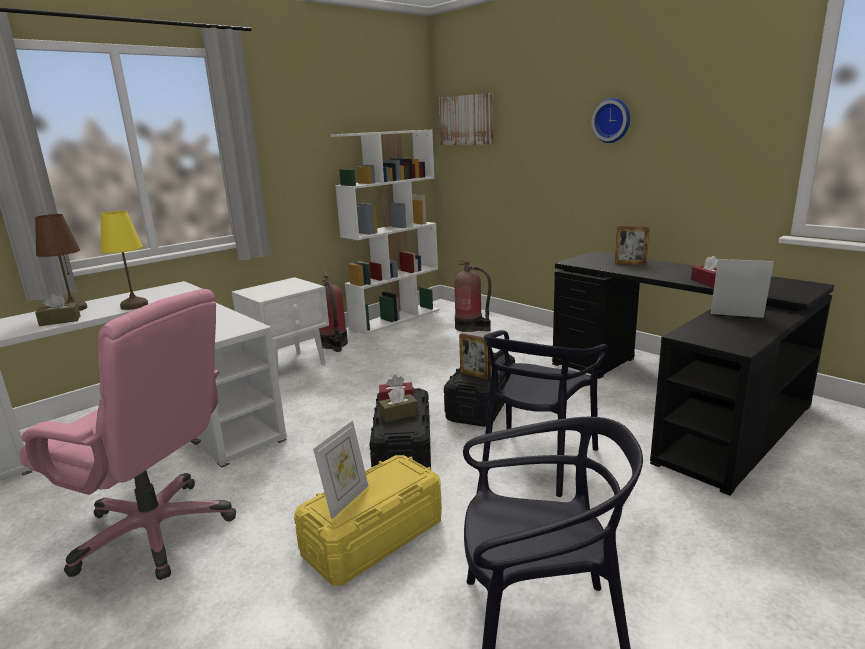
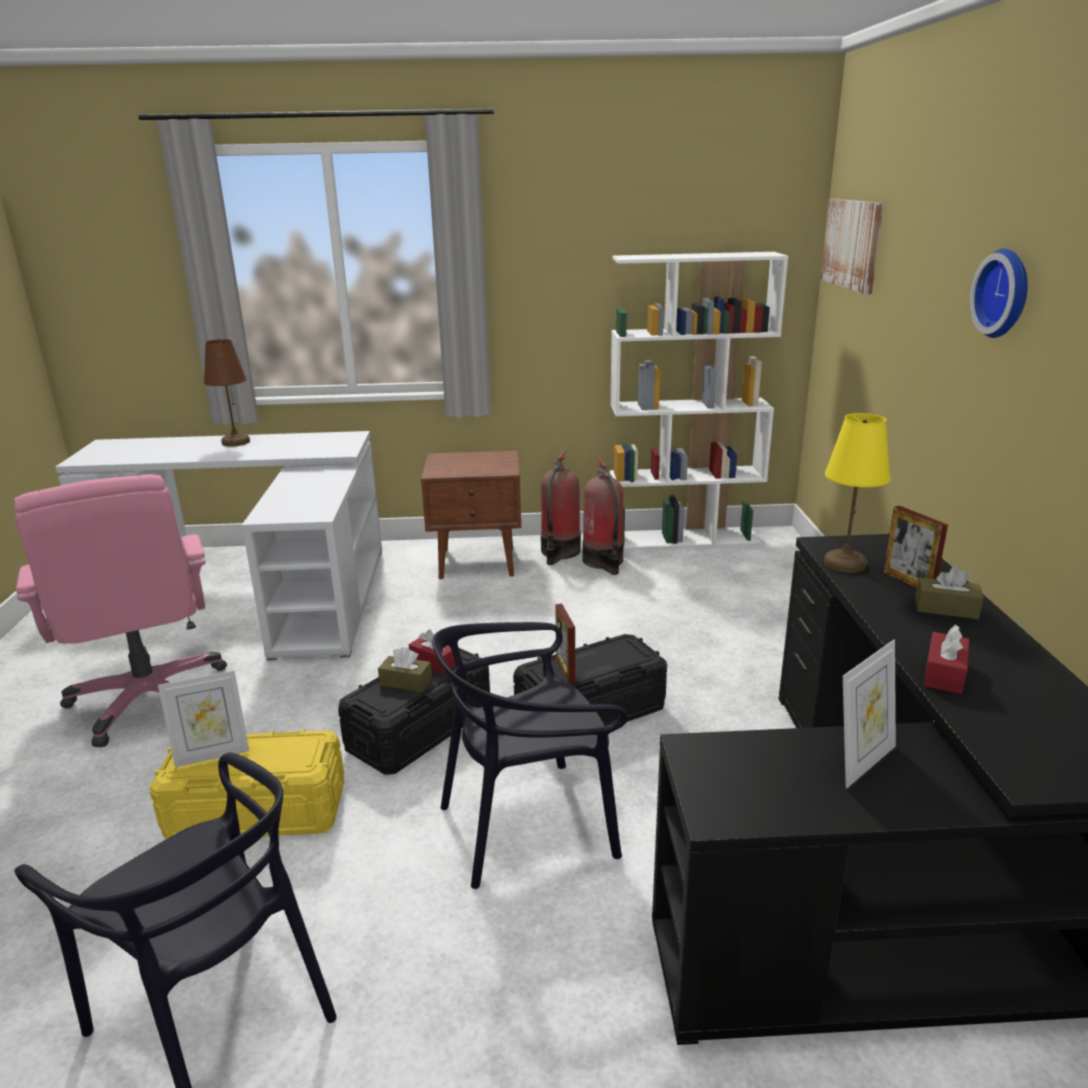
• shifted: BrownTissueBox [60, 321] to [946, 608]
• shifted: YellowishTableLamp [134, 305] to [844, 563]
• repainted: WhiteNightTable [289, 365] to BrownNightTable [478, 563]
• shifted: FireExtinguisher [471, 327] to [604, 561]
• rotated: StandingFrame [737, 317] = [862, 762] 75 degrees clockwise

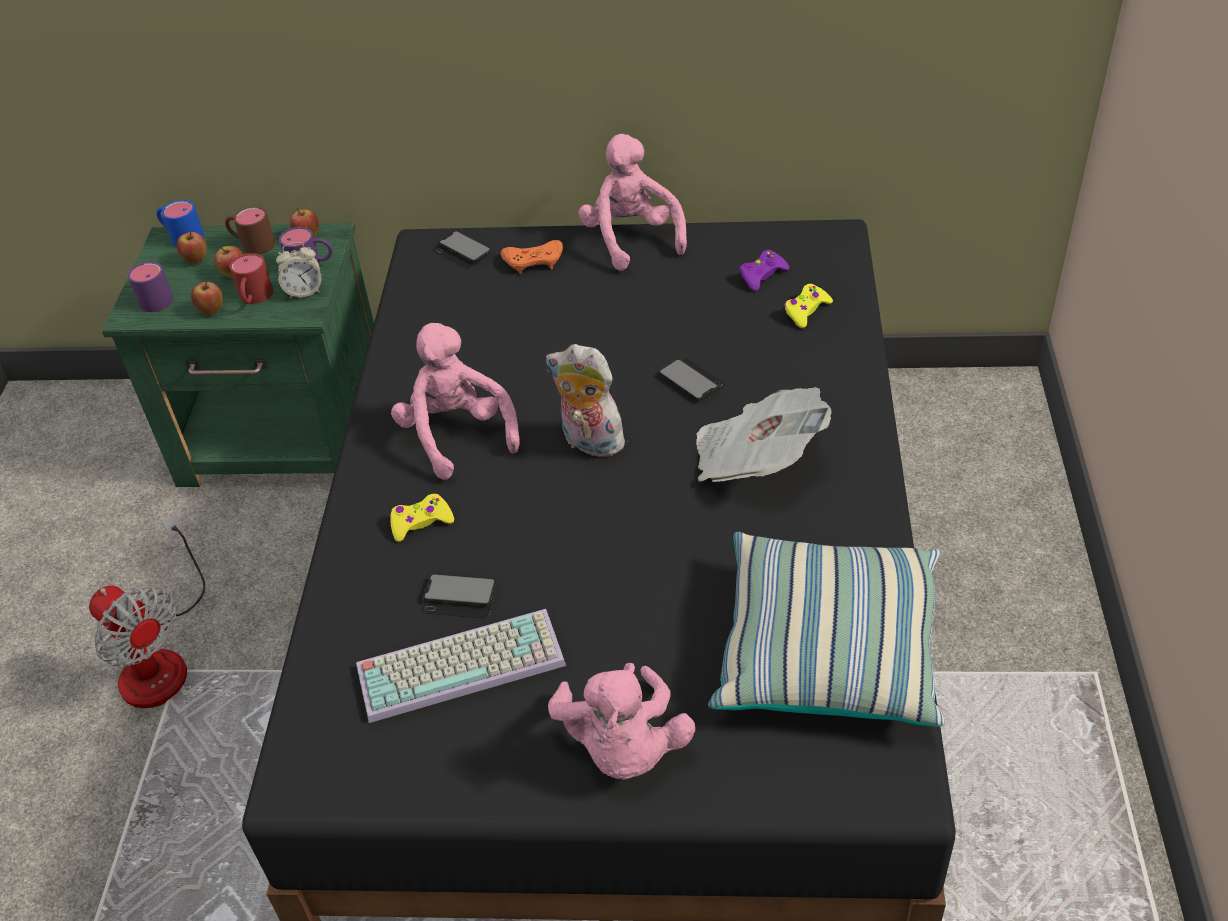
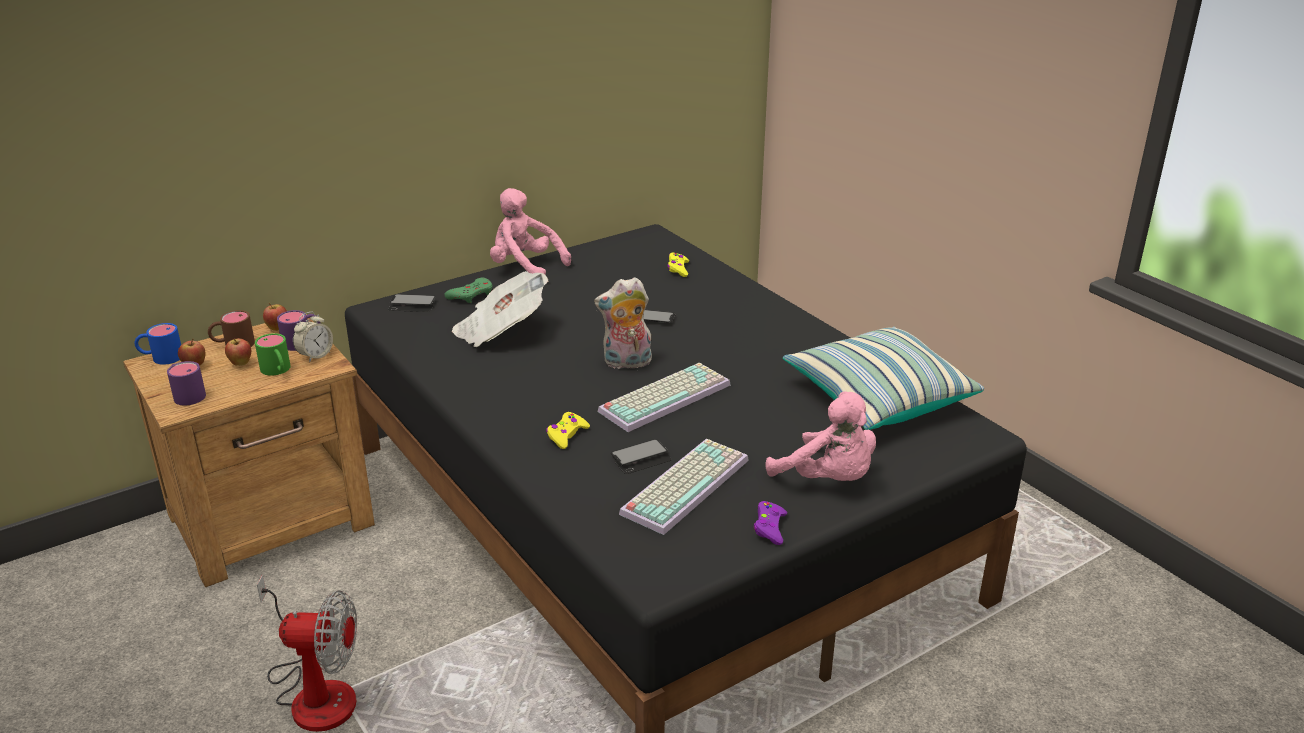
• repainted: GreenColouredNightTable [288, 435] to BrownNightTable [274, 520]
• gone: Apple [212, 311]
• repainted: RedColouredMug [254, 298] to GreenColouredMug [277, 371]
• gone: PinkishPlushToy [456, 434]
• repainted: OrangeyGamepad [534, 261] to GreenColouredGamepad [471, 295]
• shifted: Newspaper [756, 460] to [500, 331]
• shifted: PurpleColouredGamepad [762, 275] to [769, 528]
• new: ComputerKeyboard [665, 396]

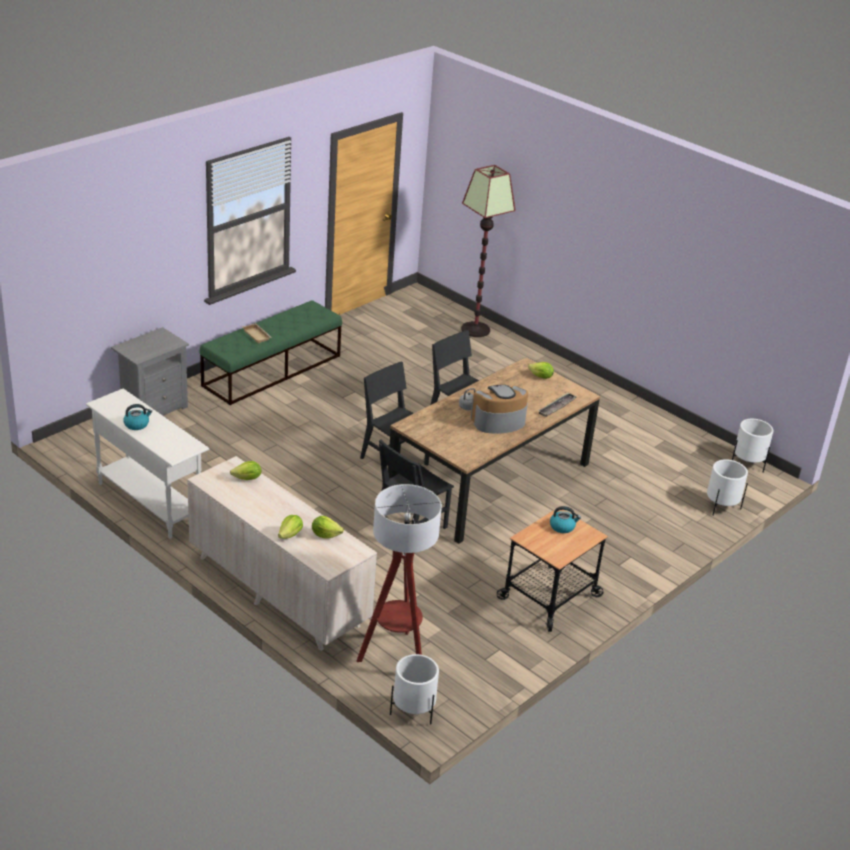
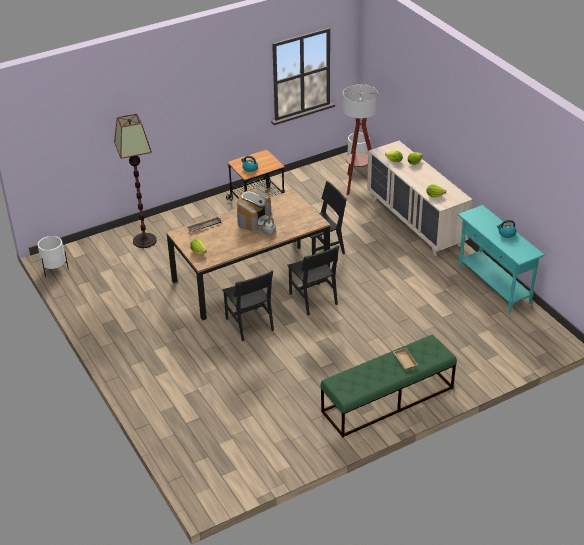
• repainted: WhiteHallTable [149, 502] to BlueGreenHallTable [494, 286]
• gone: GreyishNightTable [153, 408]
• shifted: StandardLamp [475, 330] to [145, 241]
• rotated: CoffeeMaker [498, 422] = [254, 219] 60 degrees counterclockwise
• gone: WhiteFlowerPot [721, 506]

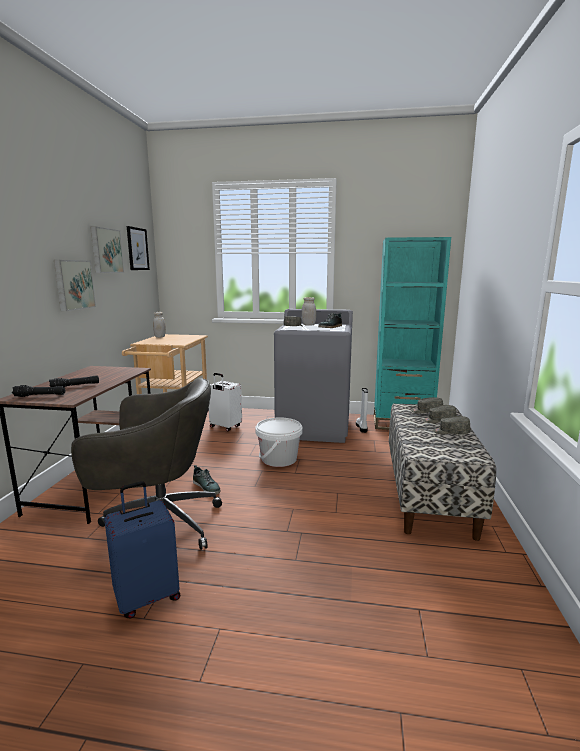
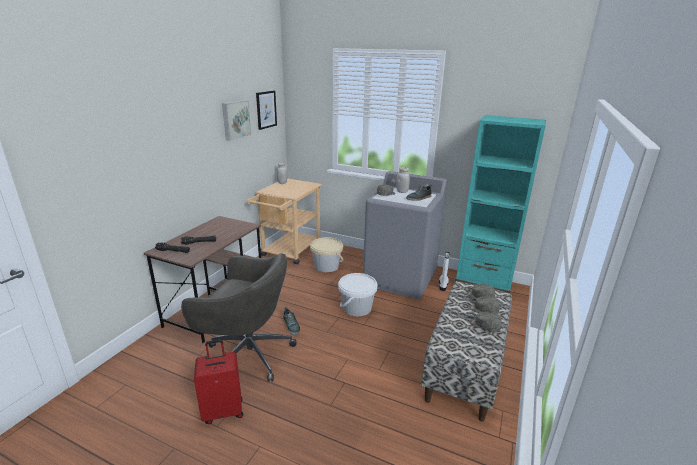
• gone: Picture [73, 284]
• repainted: BlueColouredSuitcase [147, 597] to RedColouredSuitcase [223, 411]
• swapped: WhiteSuitcase [225, 427] to BeigeColouredPail [326, 266]

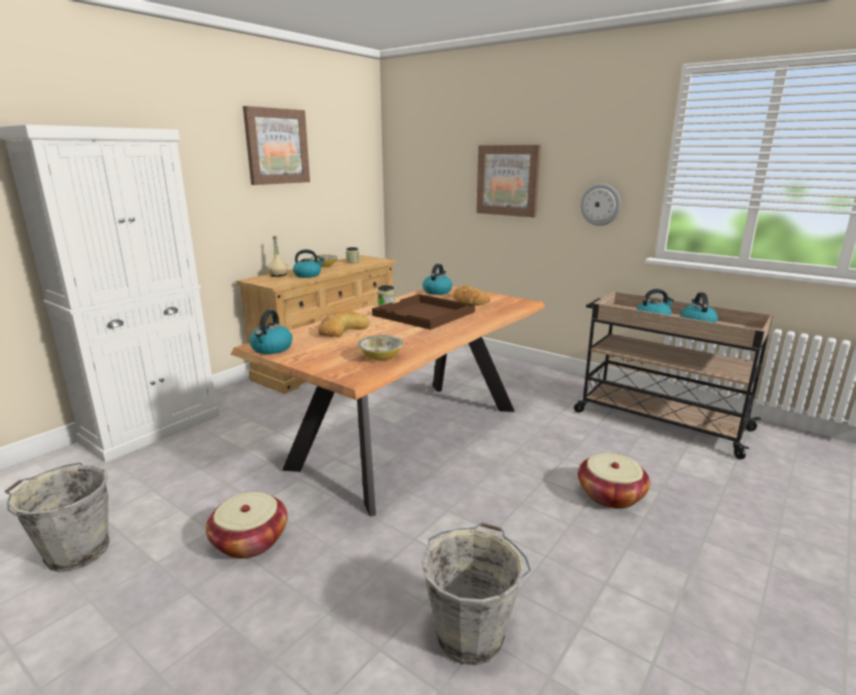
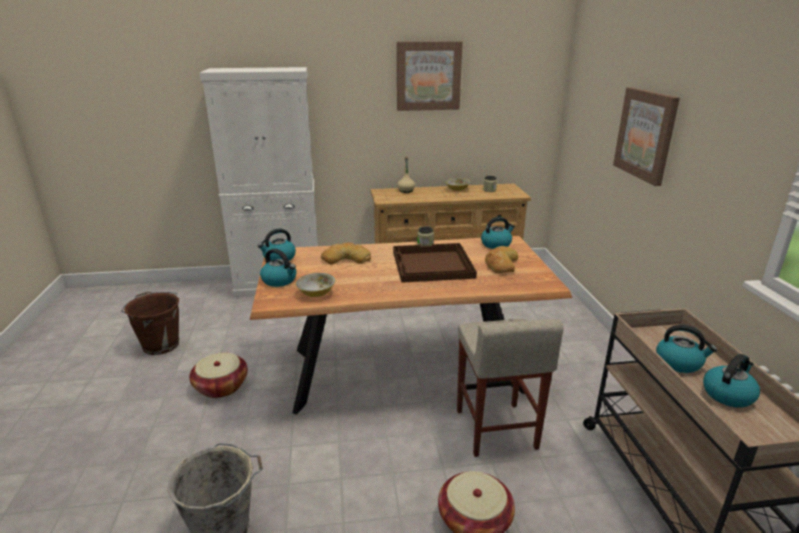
• repainted: GreyishPail [75, 552] to BrownPail [160, 344]
• shifted: WaterKettle [308, 275] to [280, 280]
• gone: HangingClock [600, 204]
• new: BeigeColouredStoolSeat [496, 430]

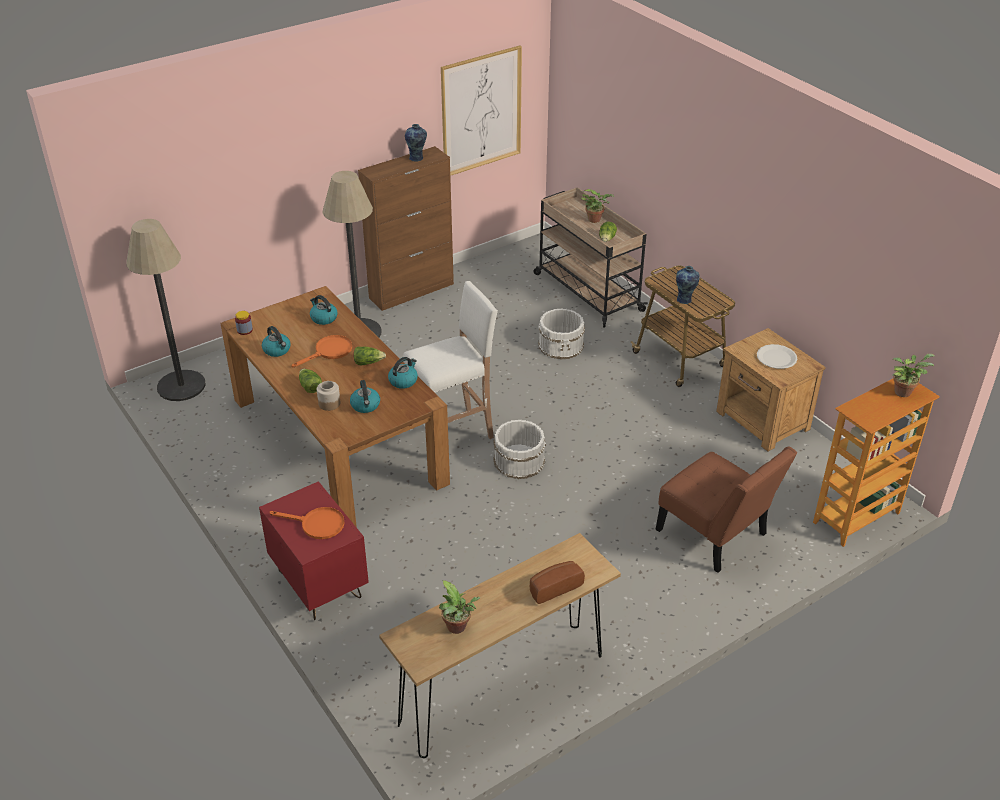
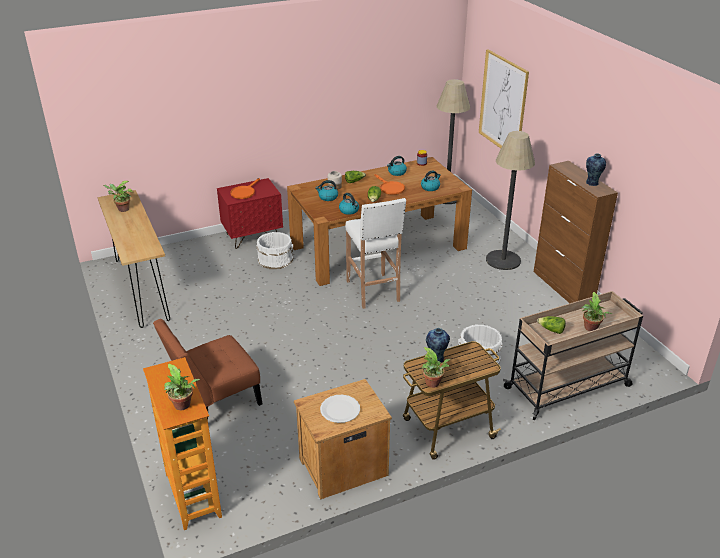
• shifted: Picture [481, 111] to [503, 104]
• shifted: WhitePail [518, 461] to [275, 259]
• gone: BakedBread [553, 587]
• new: PlantInAPot [434, 384]

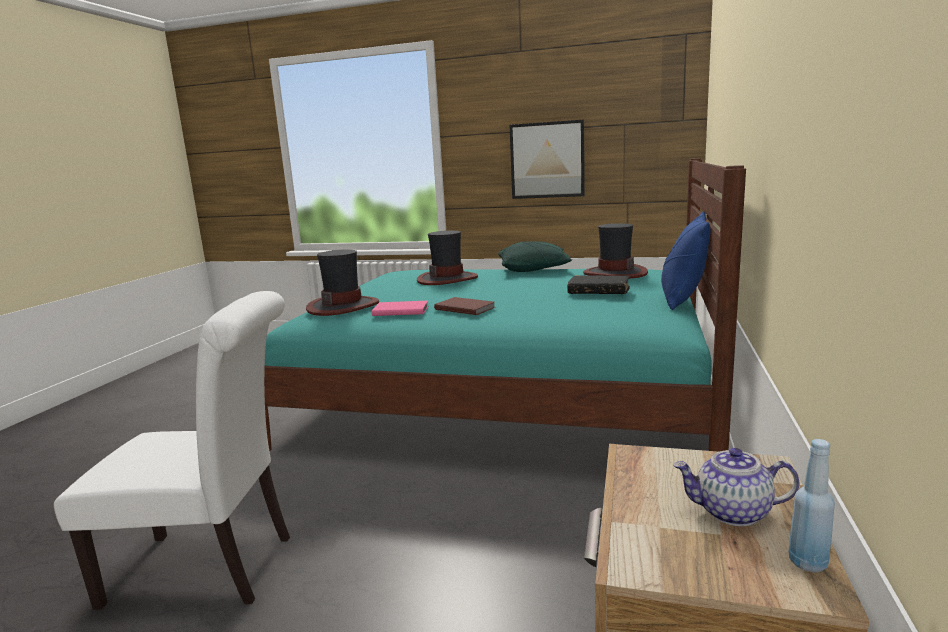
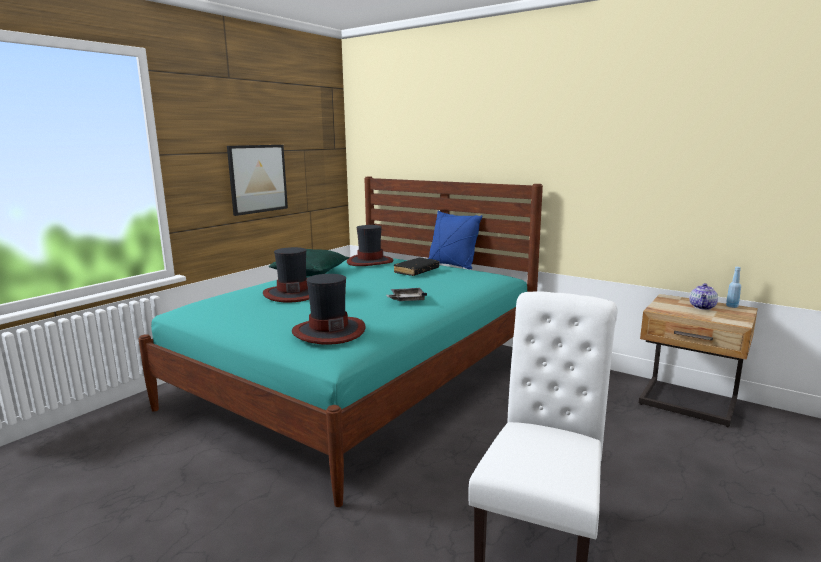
• gone: PinkishBook [400, 310]
• swapped: BrownBook [465, 308] to GreyishServingTray [406, 300]

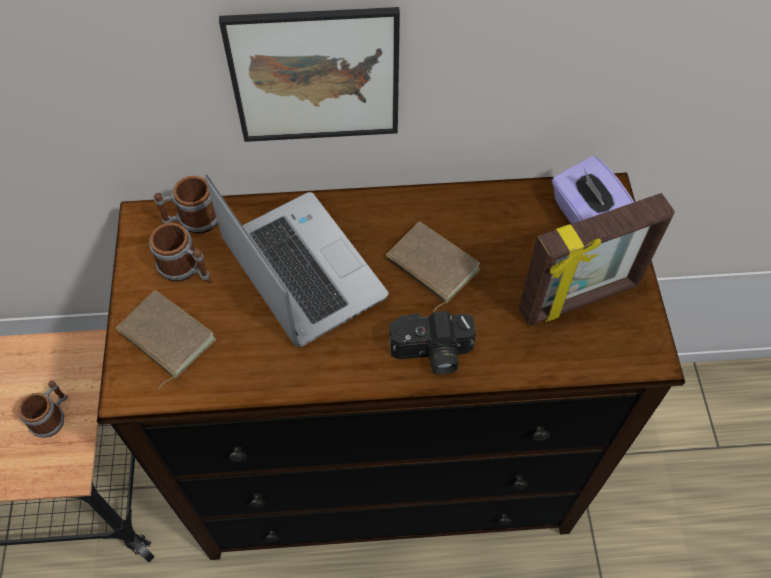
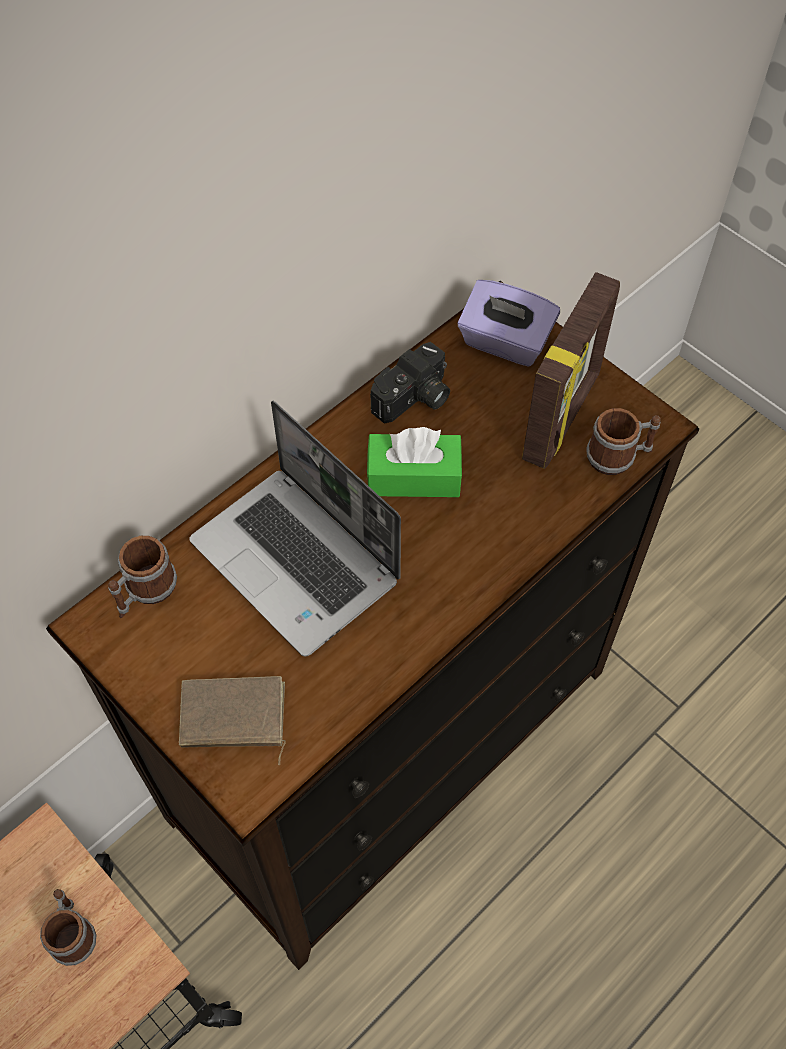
• shifted: Mug [186, 270] to [618, 456]
• rotated: PortableComputer [300, 269] = [298, 562] 150 degrees counterclockwise
• gone: Picture [315, 76]
• swapped: BrownBook [430, 267] to GreenColouredTissueBox [414, 476]
• shifted: StillCamera [431, 353] to [414, 400]

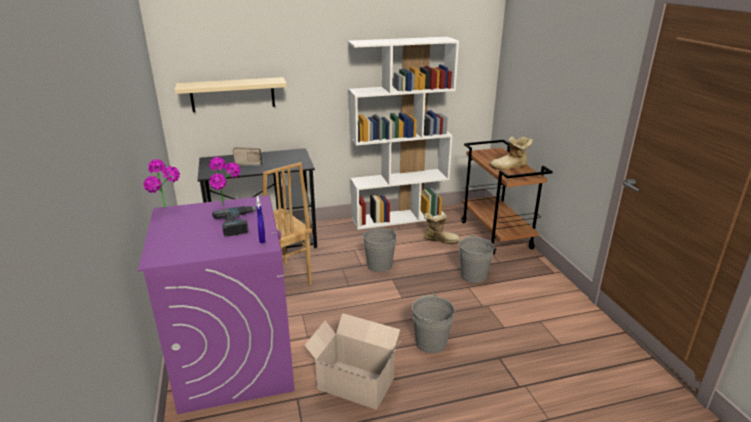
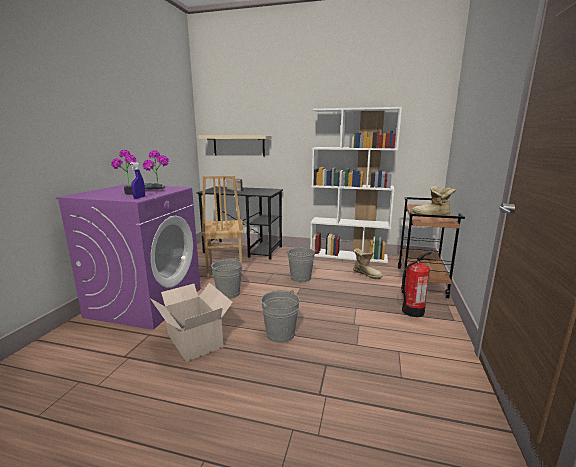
• shifted: GreyishPail [473, 275] to [228, 293]
• new: FireExtinguisher [412, 311]

